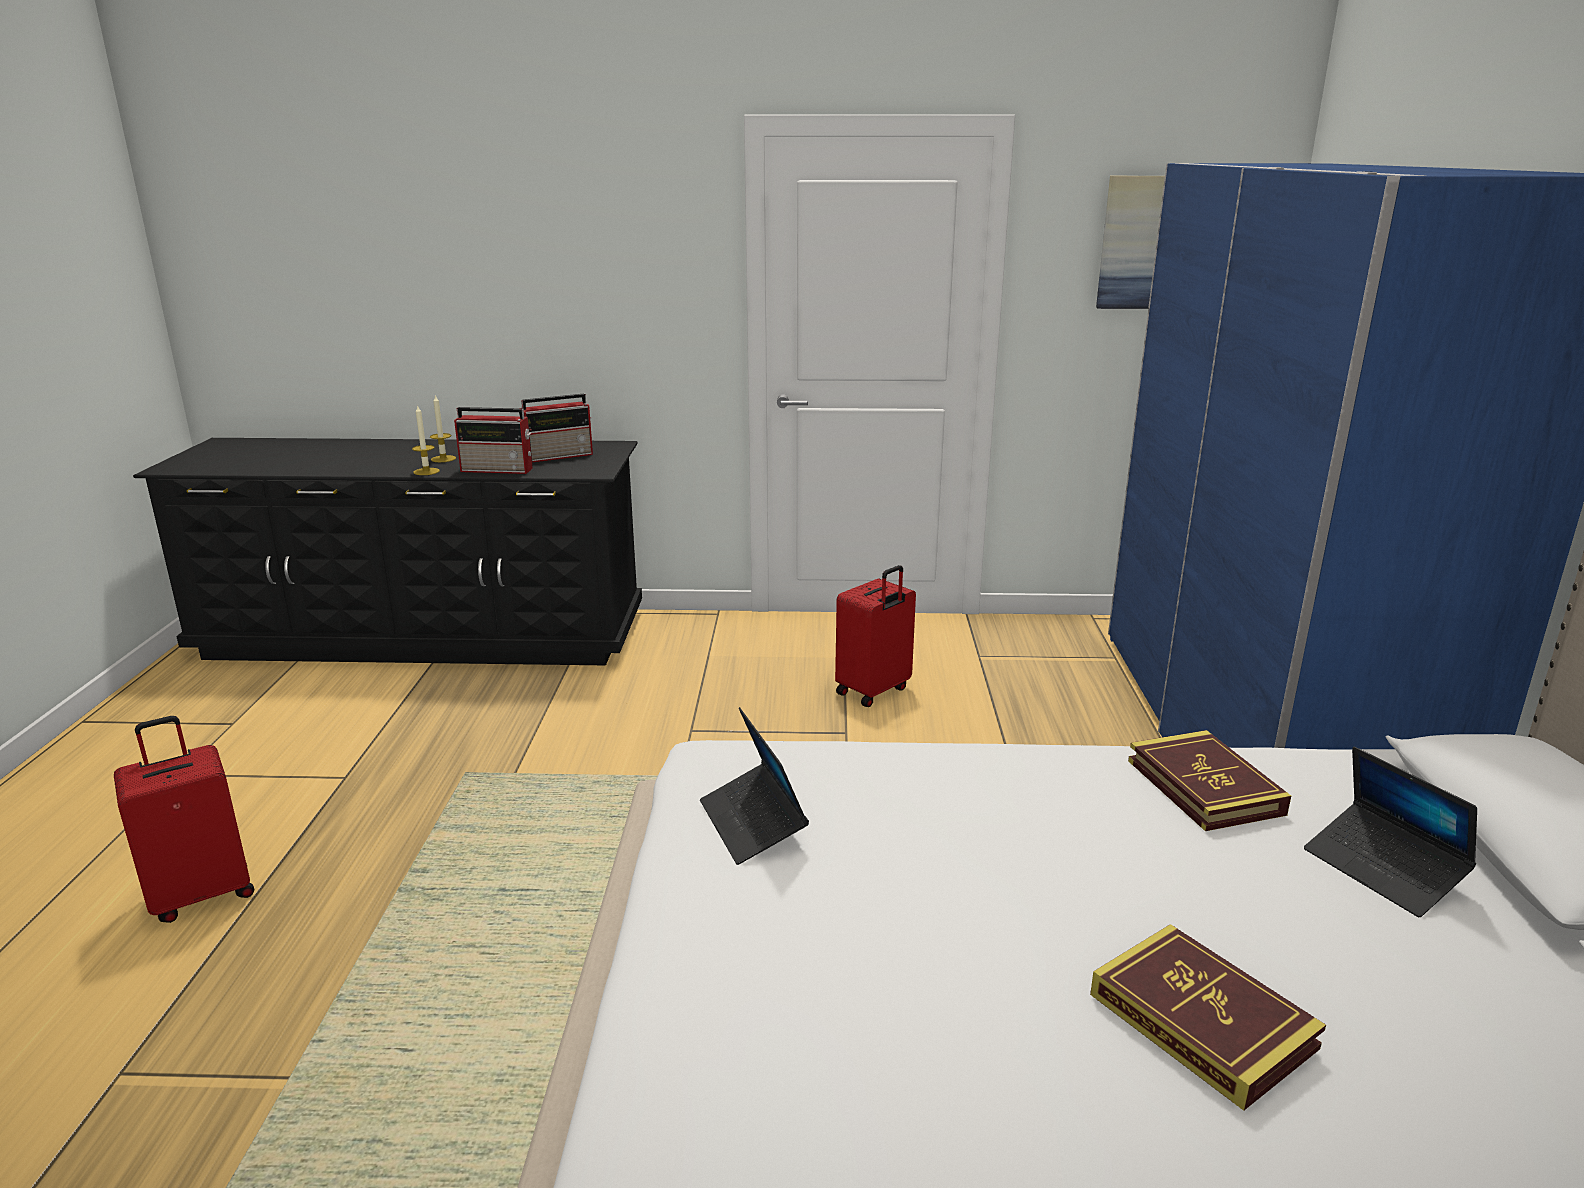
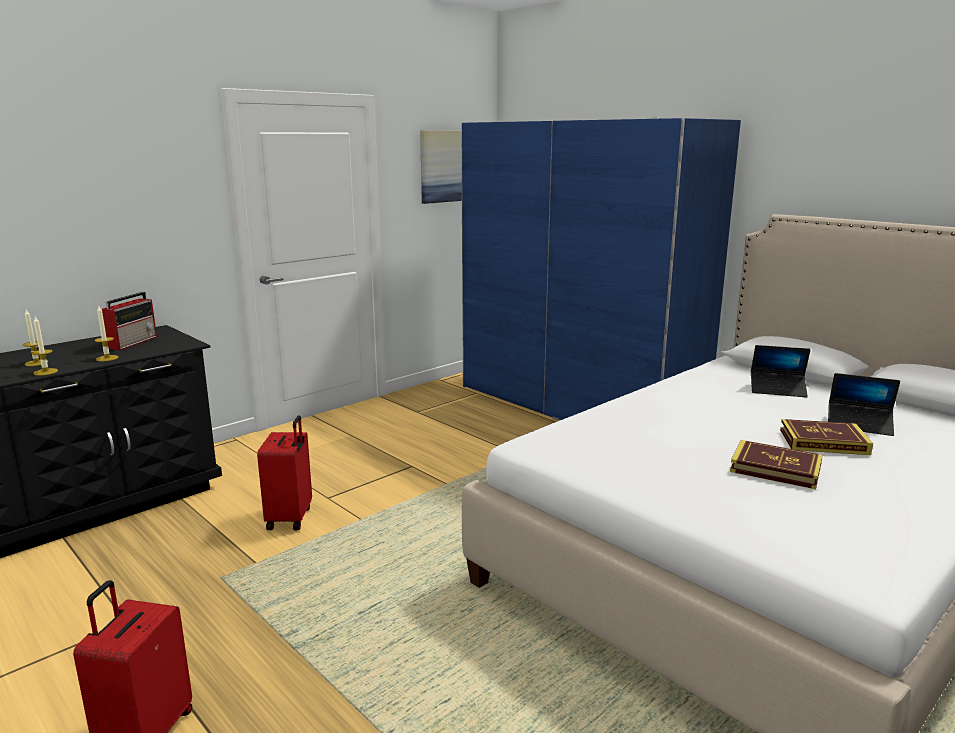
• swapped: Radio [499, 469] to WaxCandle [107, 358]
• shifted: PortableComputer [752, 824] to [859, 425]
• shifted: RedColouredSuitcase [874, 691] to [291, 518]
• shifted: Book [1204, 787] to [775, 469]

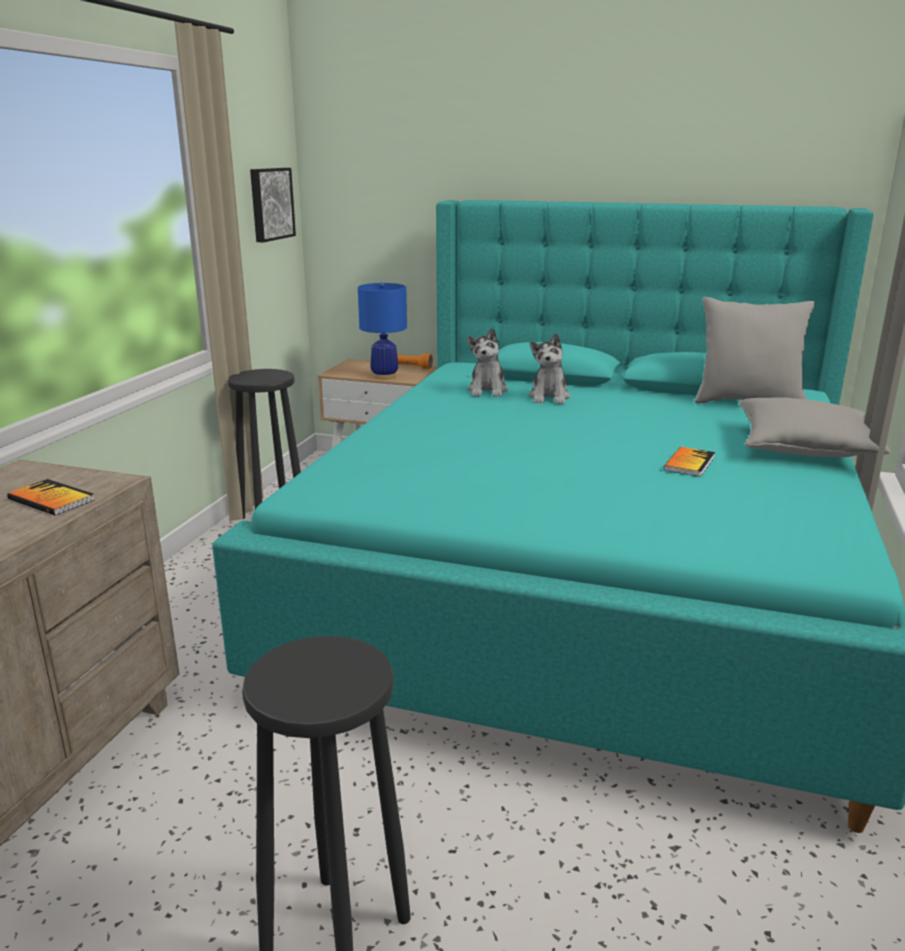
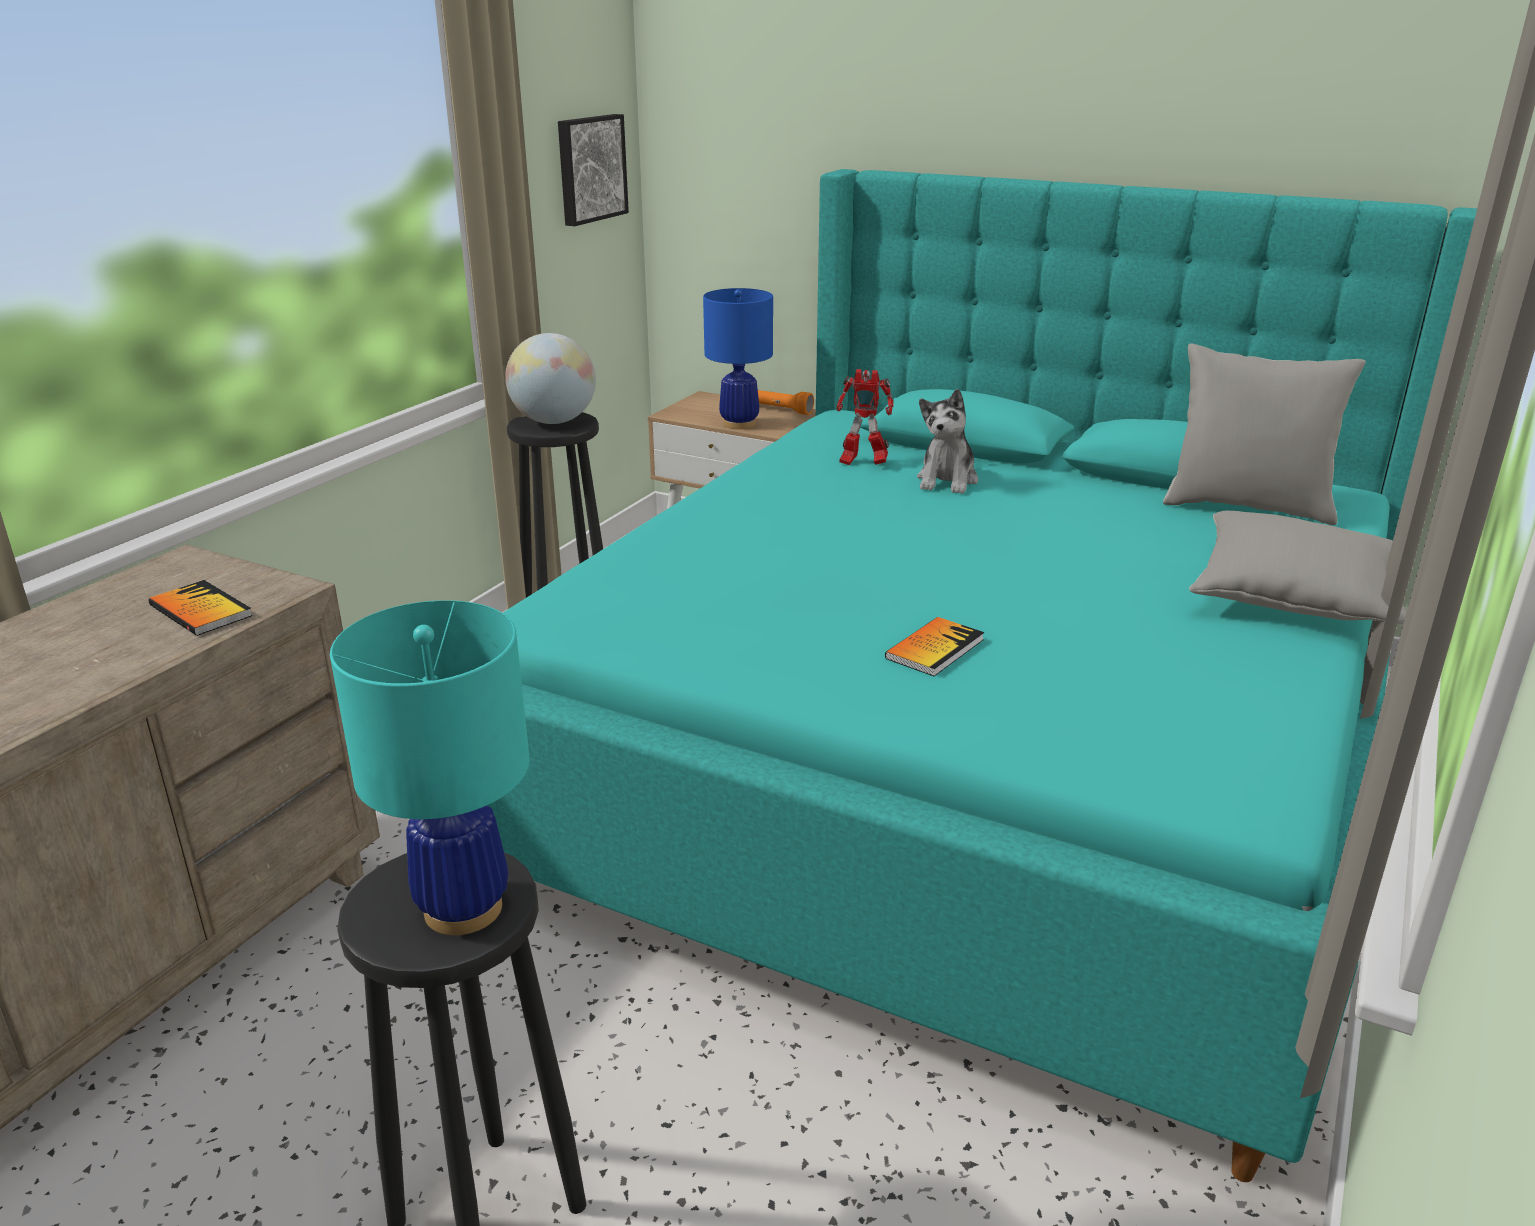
• swapped: PlushToy [488, 390] to ToyRobot [862, 463]
• shifted: Book [689, 463] to [934, 649]
• new: BlueGreenTableLamp [462, 908]
• new: DeskGlobe [554, 421]

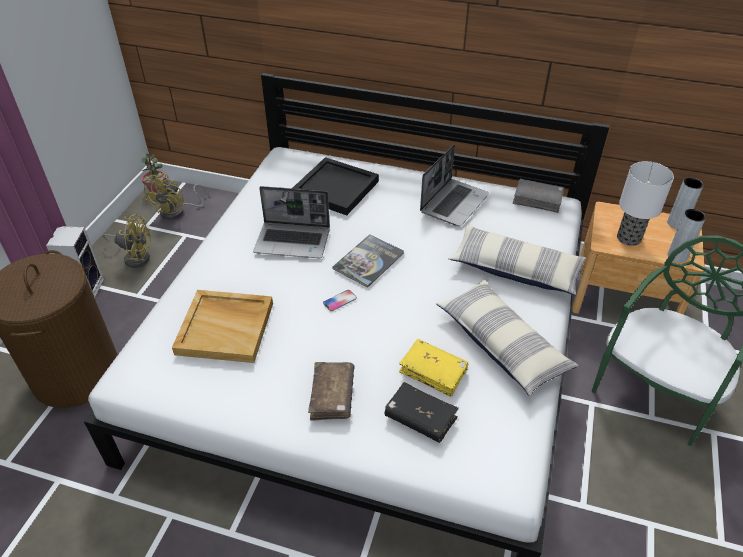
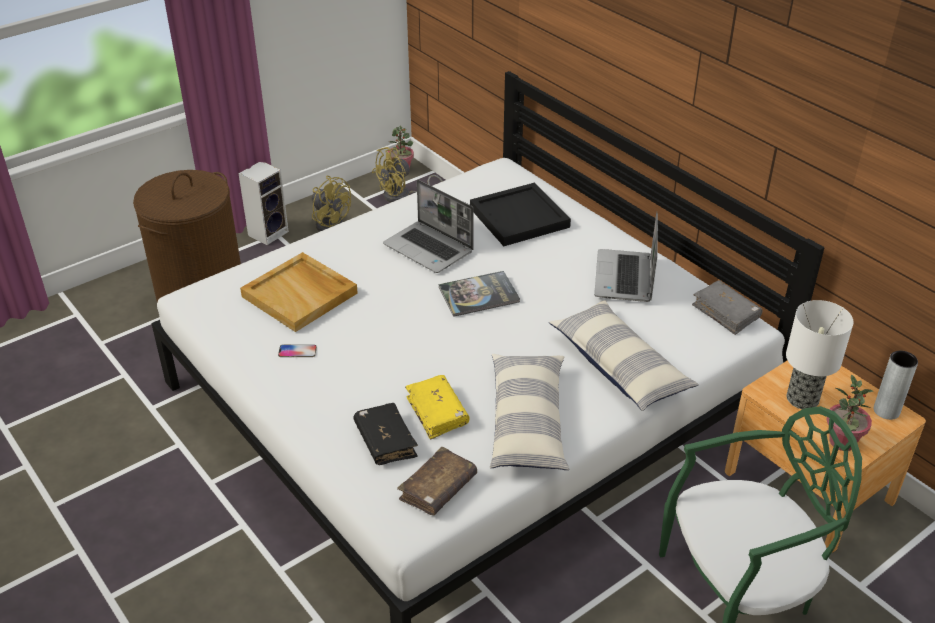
• shifted: BrownBook [332, 396] to [438, 489]
• shifted: Phone [340, 301] to [297, 351]
• rotated: PortableComputer [454, 203] = [625, 278] 120 degrees clockwise
• swapped: GreyishFlowerVase [677, 256] to PlantInAPot [842, 442]

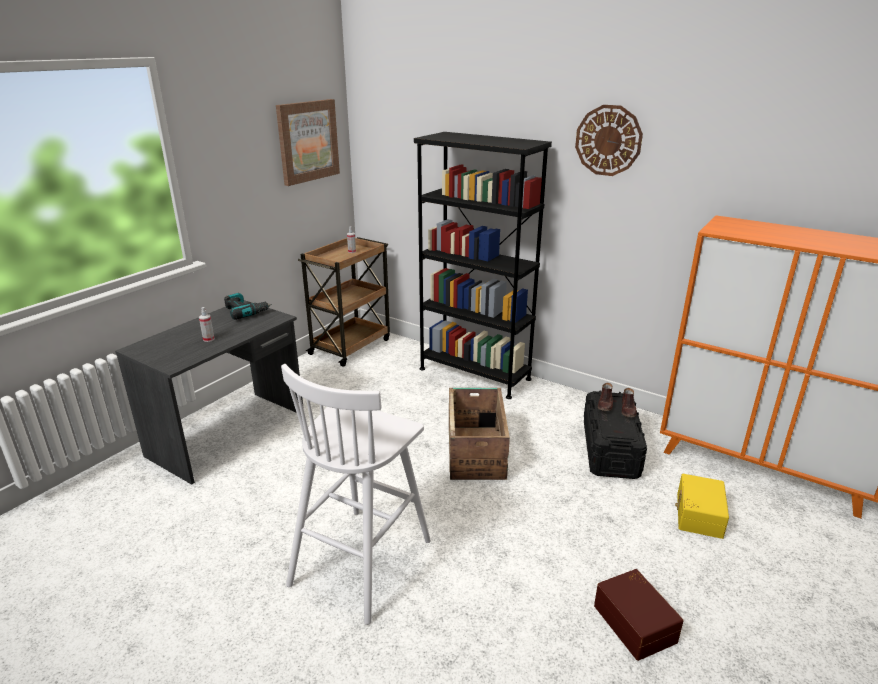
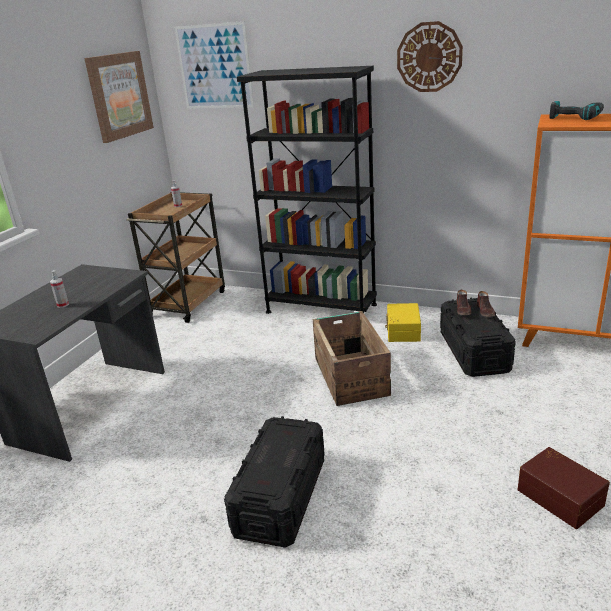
• shifted: Drill [246, 311] to [575, 117]
• swapped: WhiteStoolSeat [363, 560] to BlackStorageBin [280, 497]
• shifted: YellowishStorageBin [697, 514] to [402, 331]
• new: Picture [215, 67]

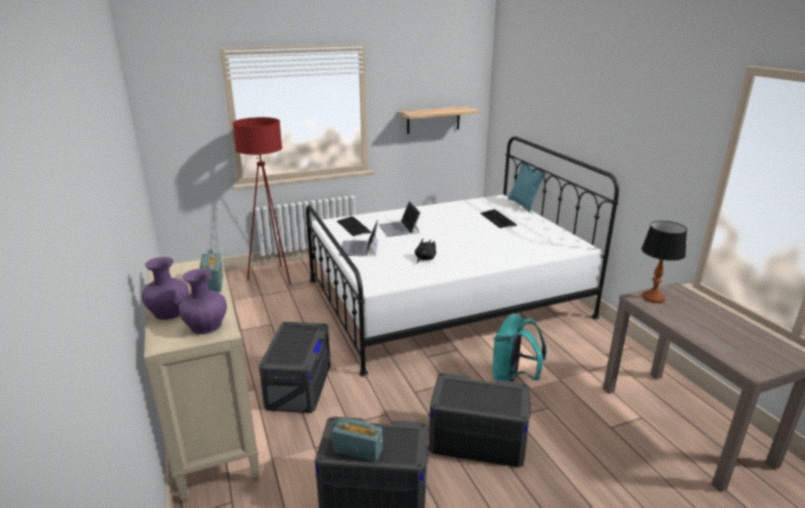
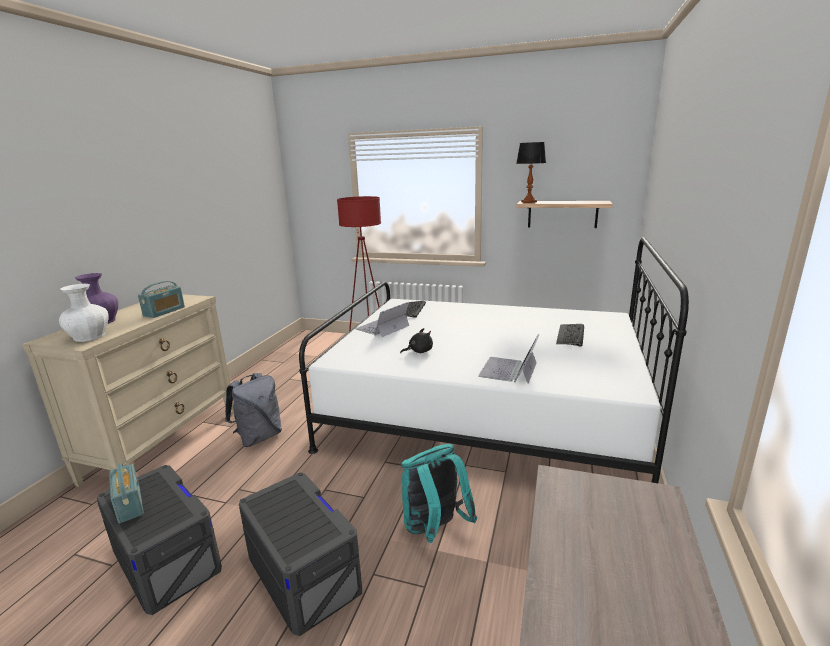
• repainted: PurpleColouredFlowerVase [205, 326] to WhiteFlowerVase [89, 337]
• swapped: GreyishStorageBin [299, 384] to GreyishKnapsack [259, 437]
• shifted: PortableComputer [399, 228] to [509, 370]
• gone: BlueGreenCushion [523, 205]
• shifted: TableLamp [653, 298] to [529, 202]

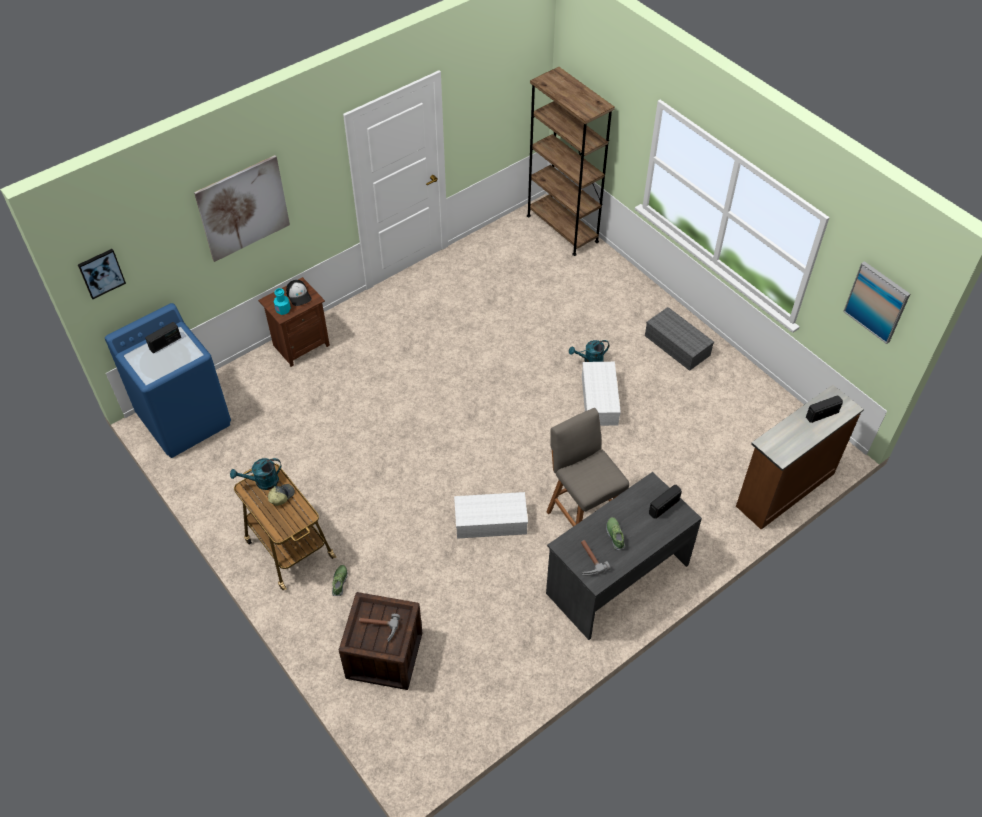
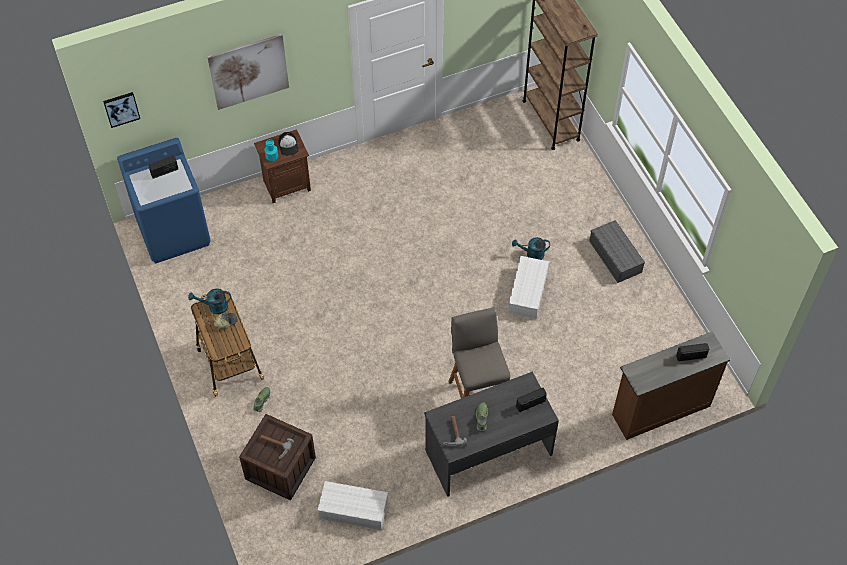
• shifted: WhiteStorageBin [491, 520] to [354, 509]
• gone: Picture [877, 302]

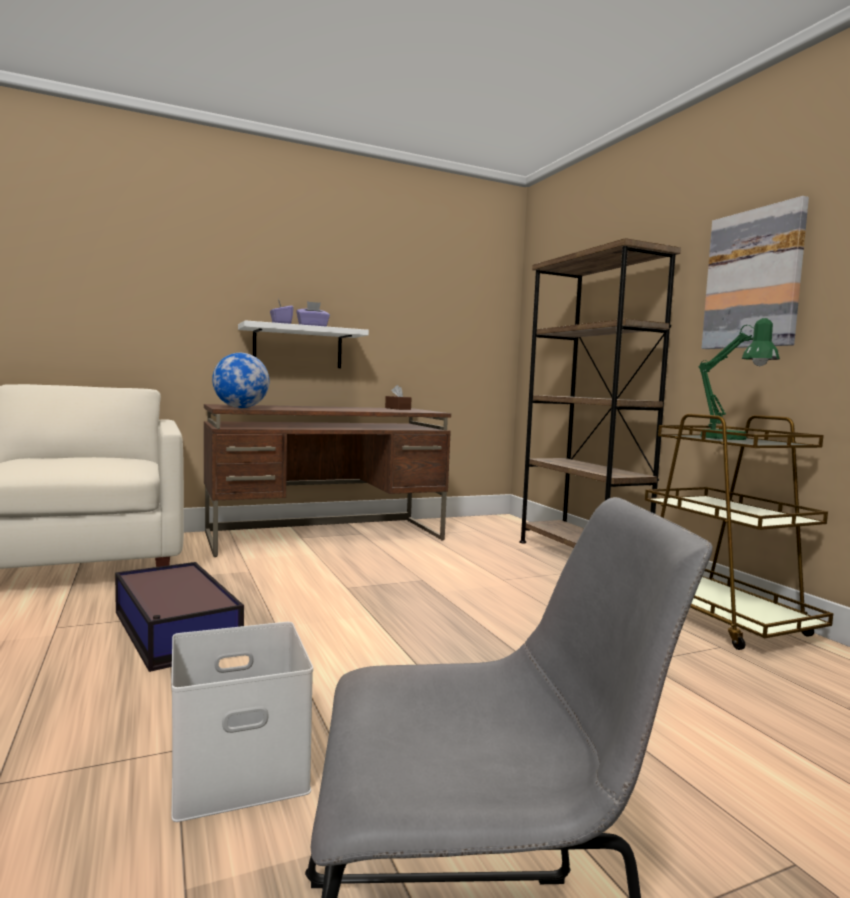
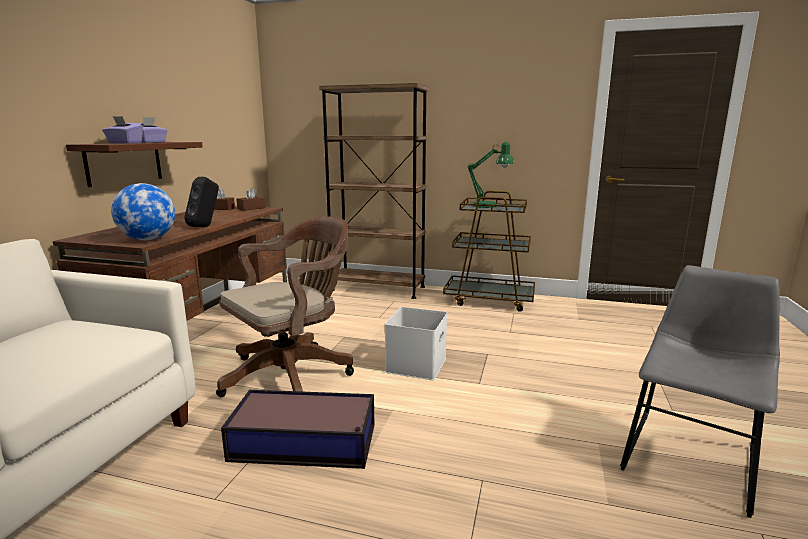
• shifted: WhiteStorageBin [241, 766] to [415, 364]
• repainted: WhiteWallShelf [298, 347] to BrownWallShelf [124, 162]
• gone: Picture [753, 279]
• new: BlackAudioSpeaker [205, 226]
• new: BrownDeskChair [292, 373]
• new: BrownTissueBox [251, 208]

